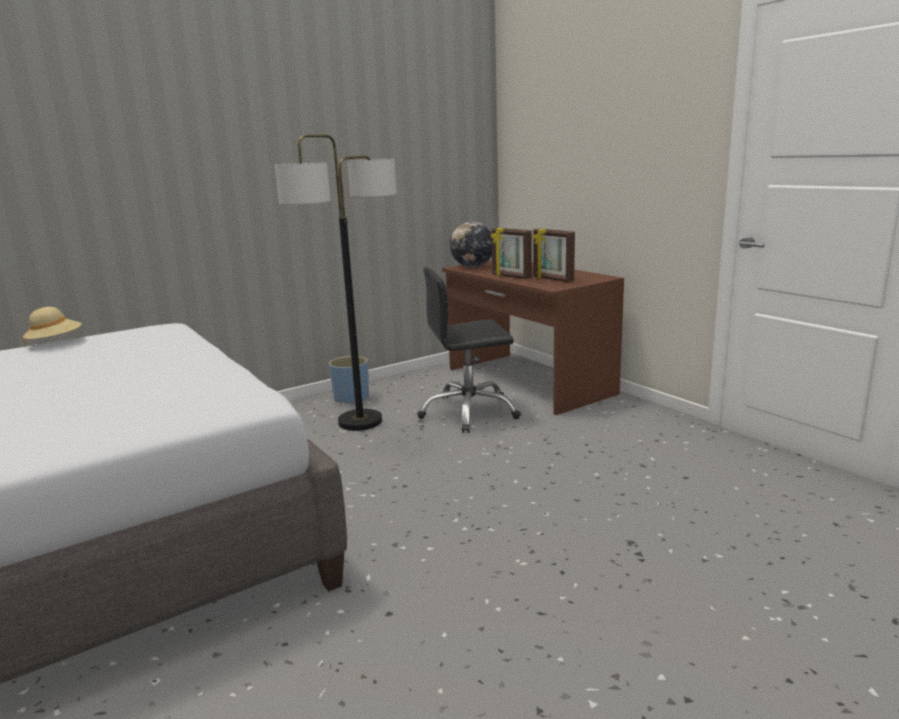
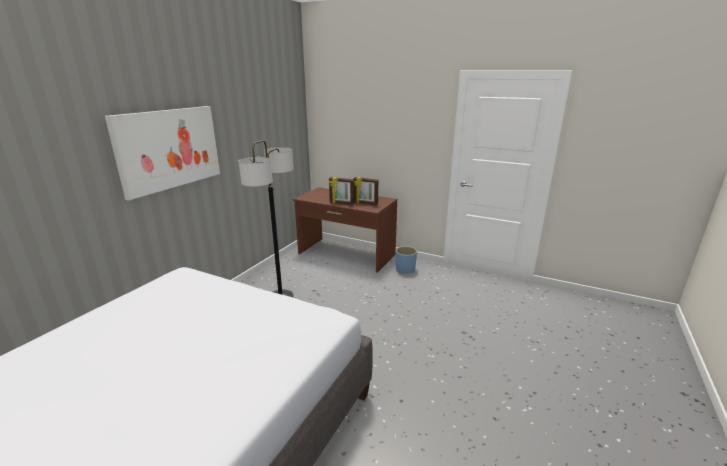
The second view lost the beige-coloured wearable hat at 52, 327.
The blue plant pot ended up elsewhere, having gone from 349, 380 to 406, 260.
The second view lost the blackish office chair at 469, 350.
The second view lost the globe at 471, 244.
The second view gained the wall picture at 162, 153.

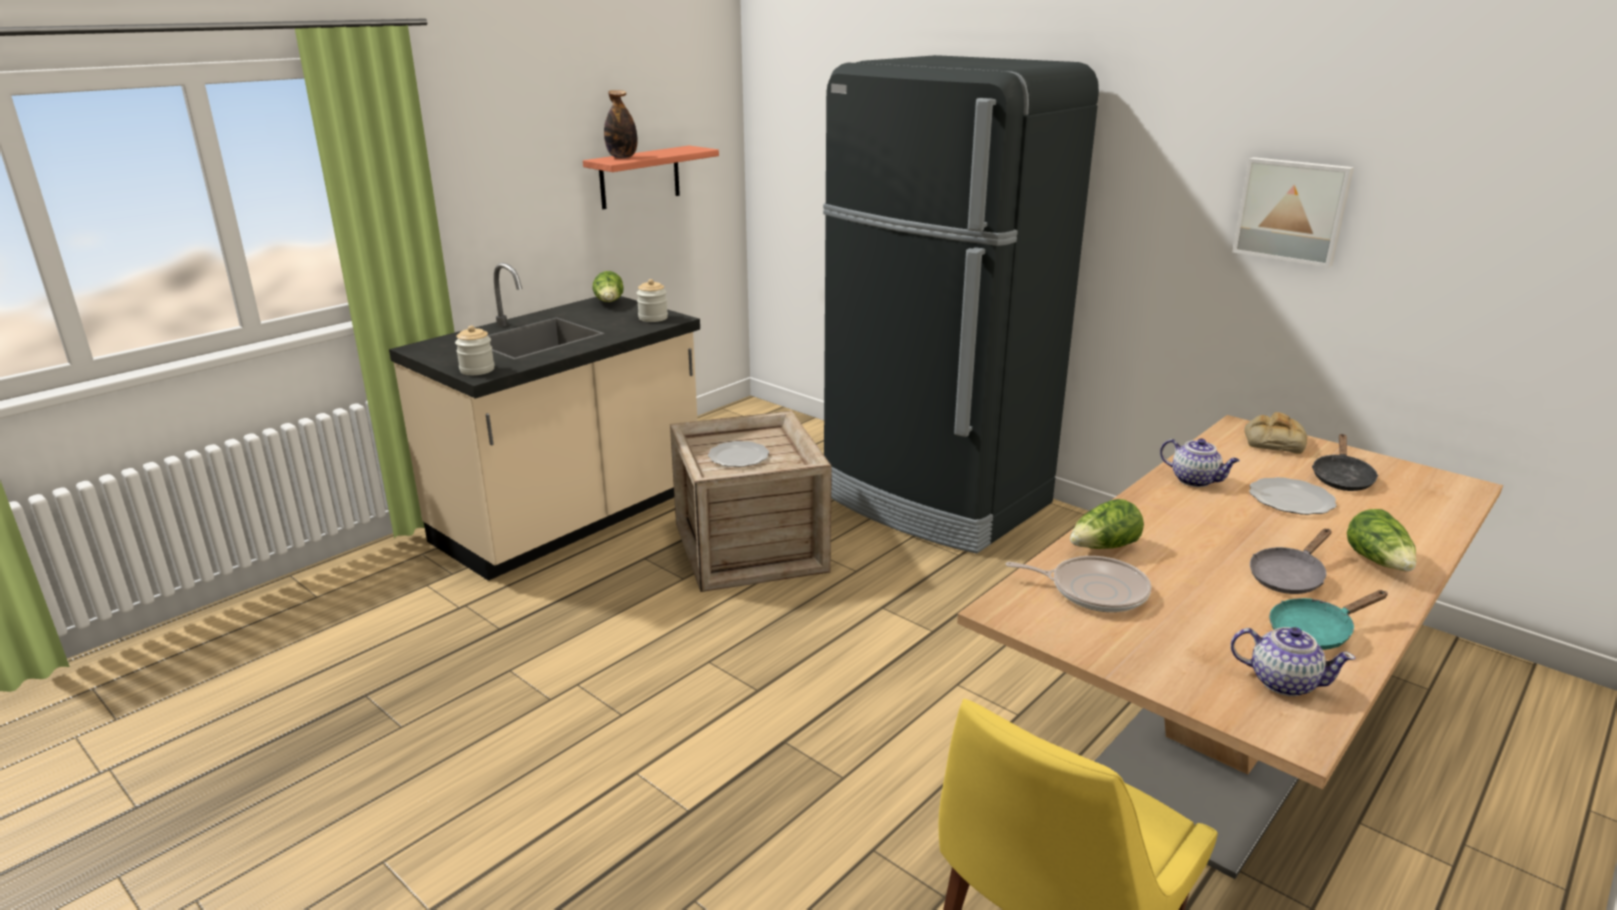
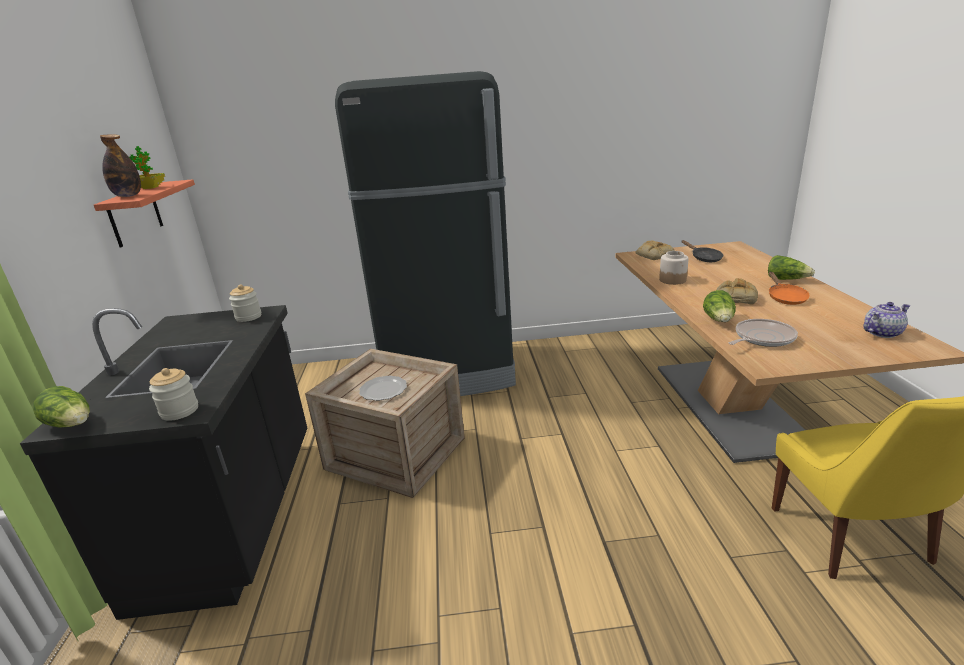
What was the beige-coloured kitchen counter at 544, 422 turned into the blackish kitchen counter at 163, 462.
The head of lettuce ended up elsewhere, having gone from 608, 286 to 61, 406.
Where the teapot stood at 1200, 462, the storage jar came to stand at 674, 268.
The second view lost the wall picture at 1293, 212.
The second view lost the dinner plate at 1293, 496.
What was the grey frying pan at 1290, 561 turned into the orangey frying pan at 789, 288.
The second view lost the blue-green frying pan at 1328, 620.
The second view gained the plant in a pot at 147, 167.
The second view gained the baked bread at 737, 291.

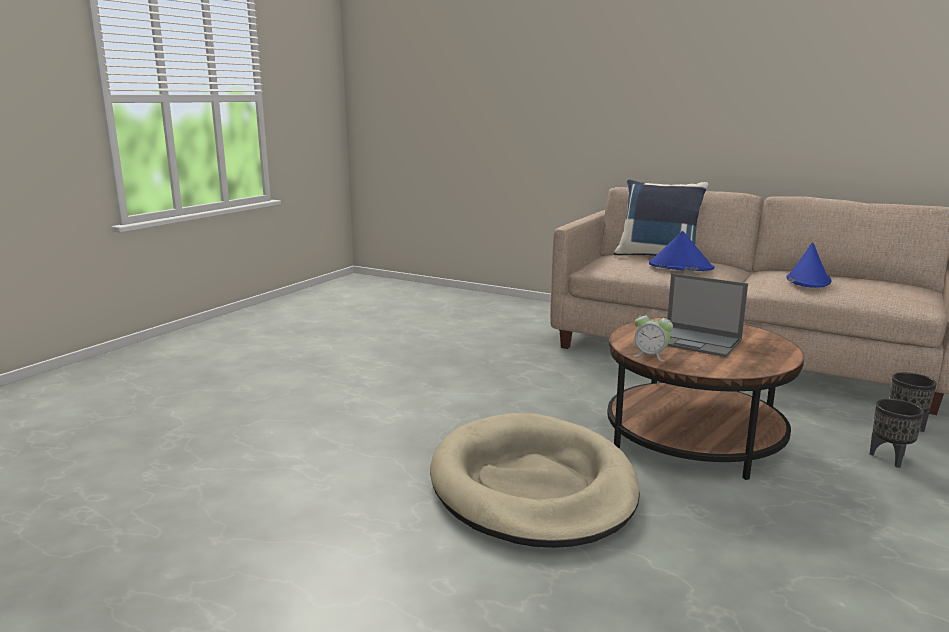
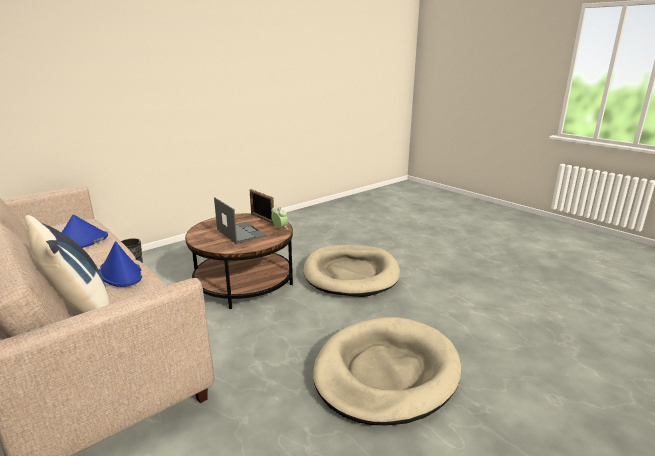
The second view lost the blackish plant pot at 897, 433.
The second view gained the picture frame at 262, 206.
The second view gained the beige-coloured dog cushion at 387, 371.

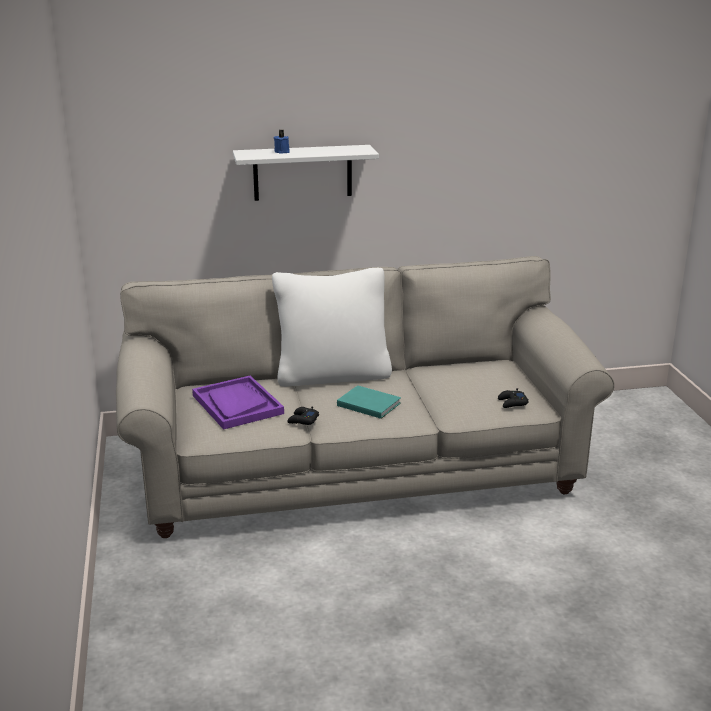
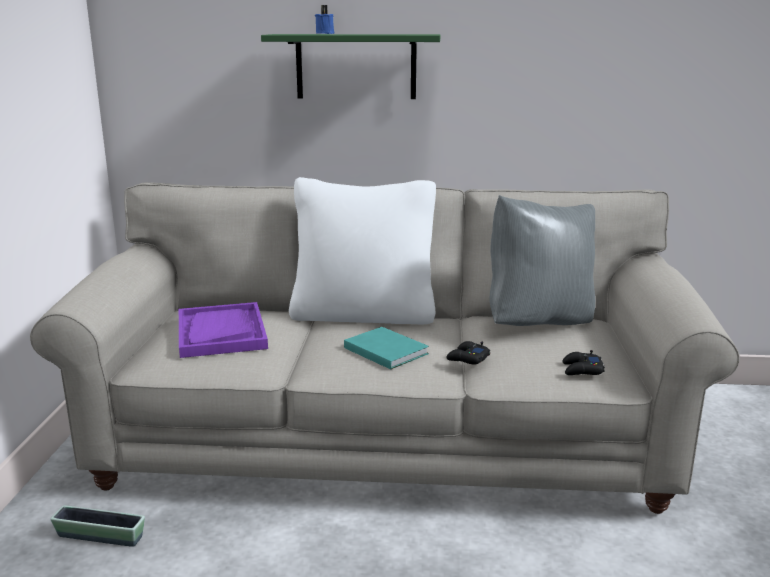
What was the whitish bracket shelf at 306, 173 turned into the greenish bracket shelf at 350, 66.
The blackish game controller ended up elsewhere, having gone from 303, 415 to 468, 353.
The second view gained the plant pot at 97, 526.
The second view gained the grey throw pillow at 542, 260.

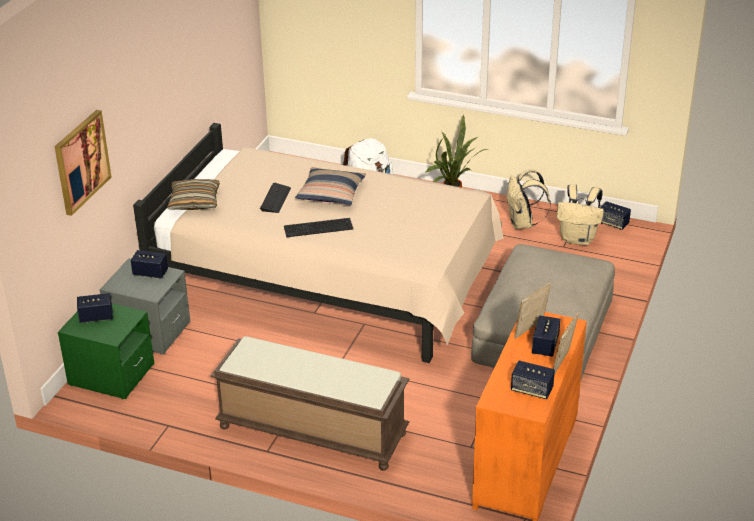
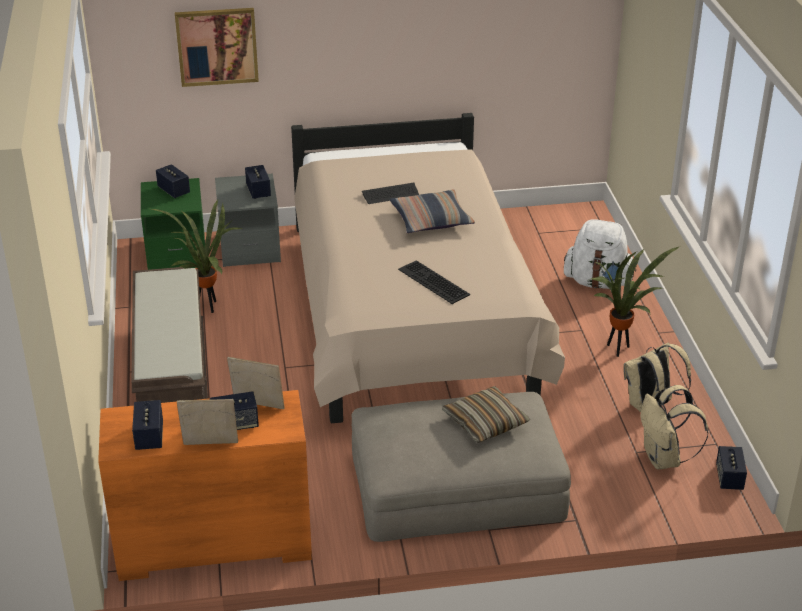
The throw pillow ended up elsewhere, having gone from 193, 194 to 486, 414.
The PC keyboard ended up elsewhere, having gone from 318, 227 to 434, 282.
The second view gained the plant in a pot at 196, 256.

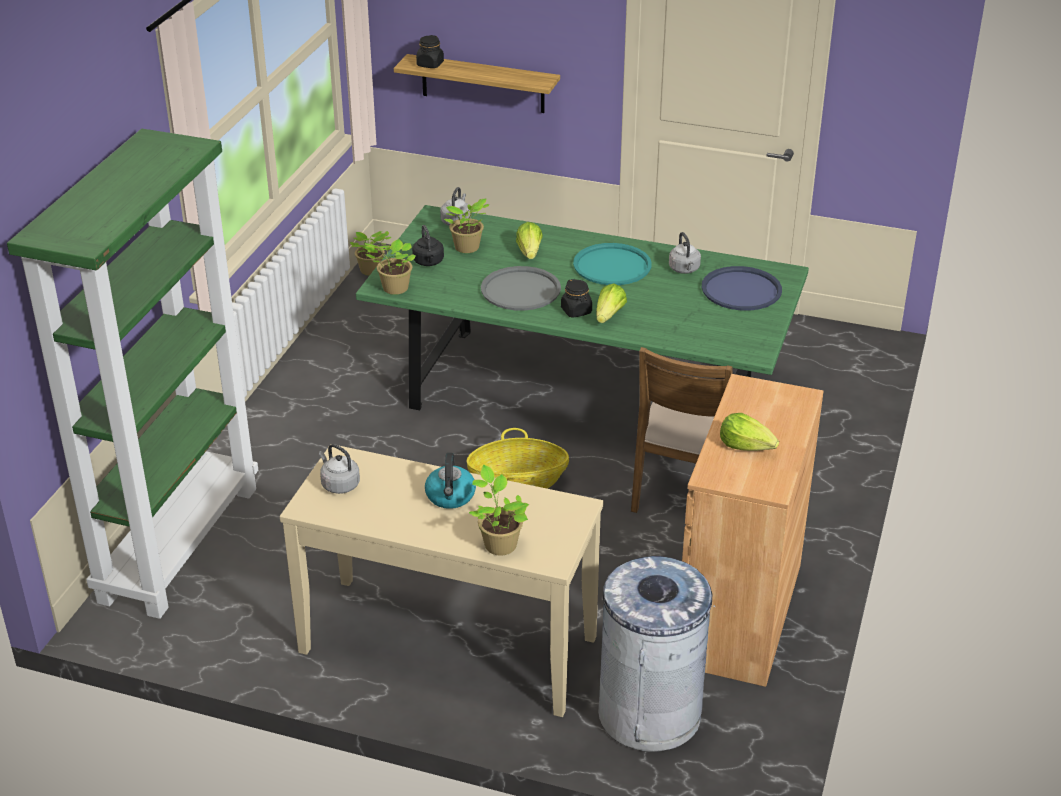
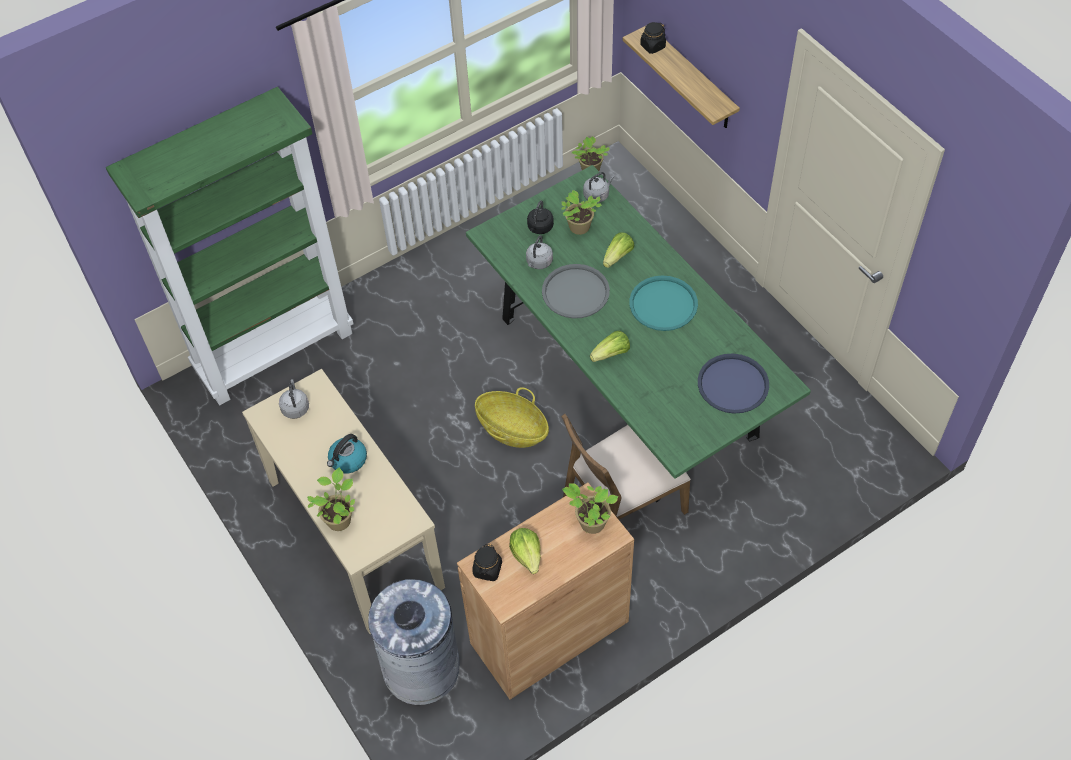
The plant in a pot ended up elsewhere, having gone from 389, 267 to 590, 508.
The blackish storage jar ended up elsewhere, having gone from 576, 298 to 487, 562.
The grey water kettle ended up elsewhere, having gone from 685, 253 to 539, 252.

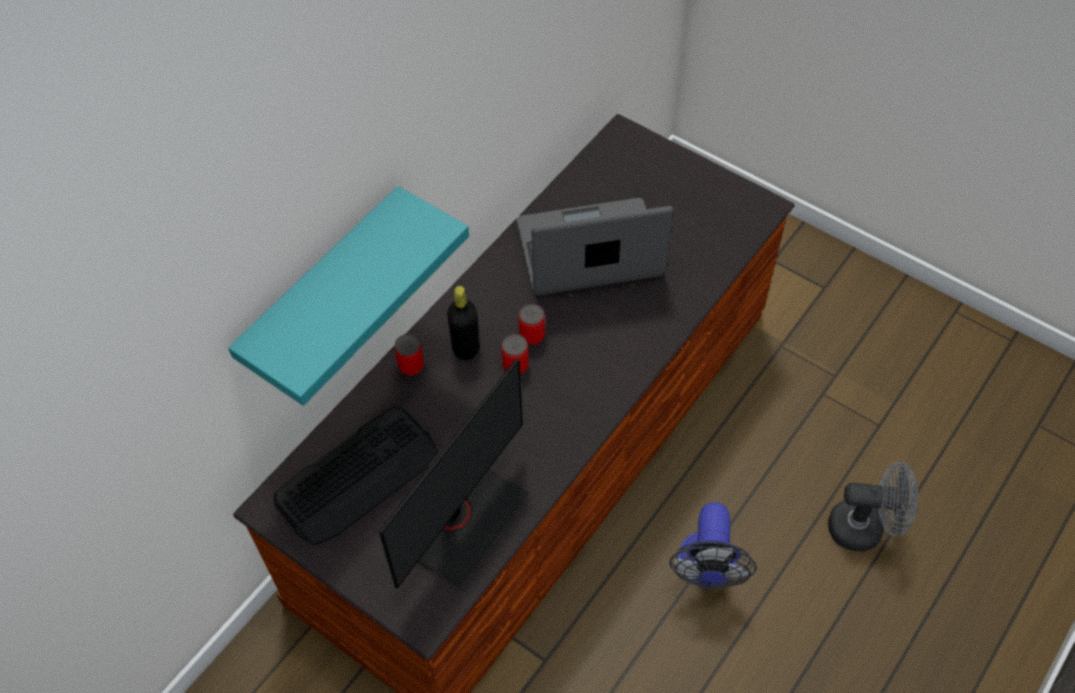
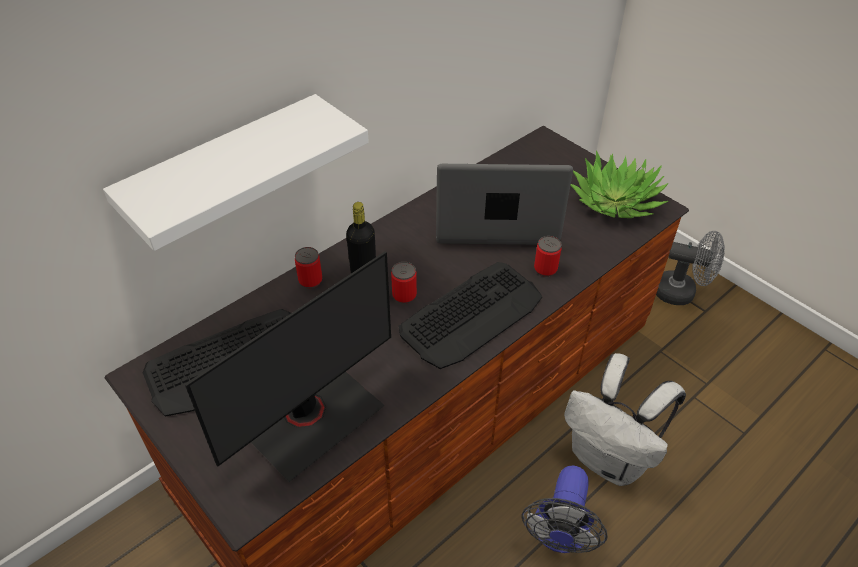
What was the blue-green bracket shelf at 348, 296 turned into the whitish bracket shelf at 236, 172.
The metal can ended up elsewhere, having gone from 532, 324 to 548, 256.
The grey fan ended up elsewhere, having gone from 873, 506 to 690, 268.
The second view gained the PC keyboard at 470, 315.
The second view gained the whitish backpack at 625, 419.
The second view gained the plant in a pot at 619, 184.

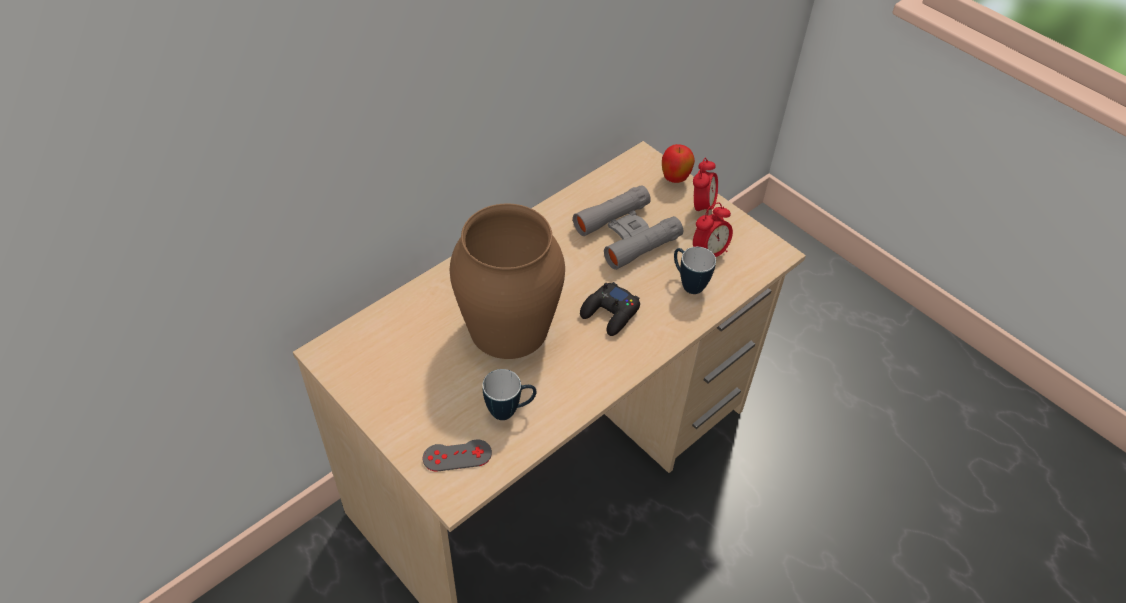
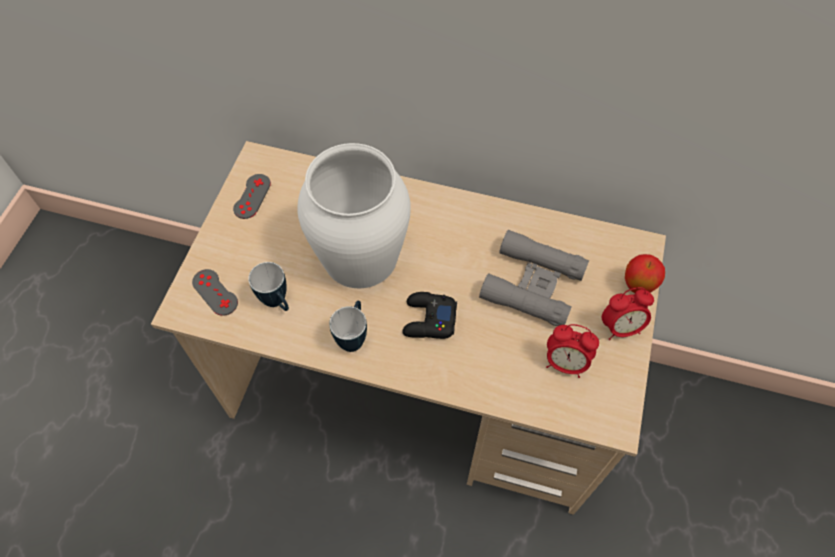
What was the brown decorative vase at 507, 281 turned into the whitish decorative vase at 354, 215.
The mug ended up elsewhere, having gone from 695, 270 to 348, 326.
The second view gained the grey game controller at 252, 196.

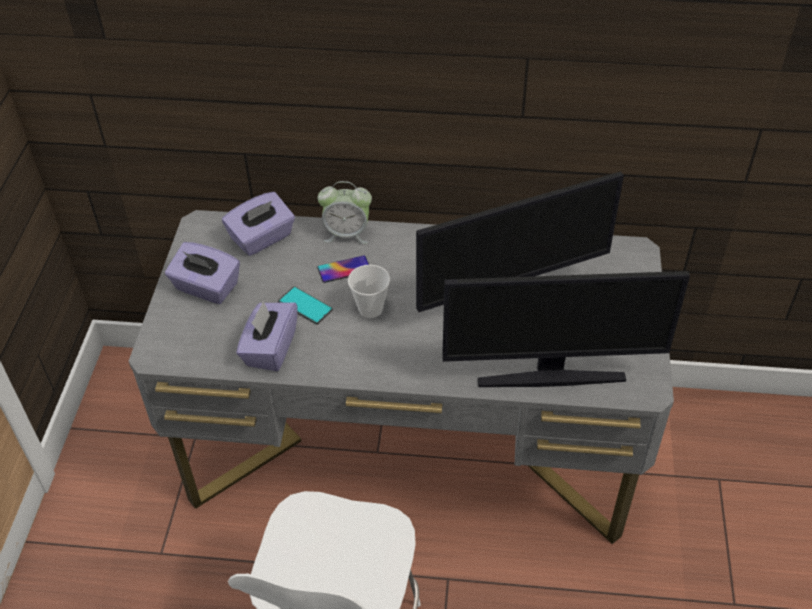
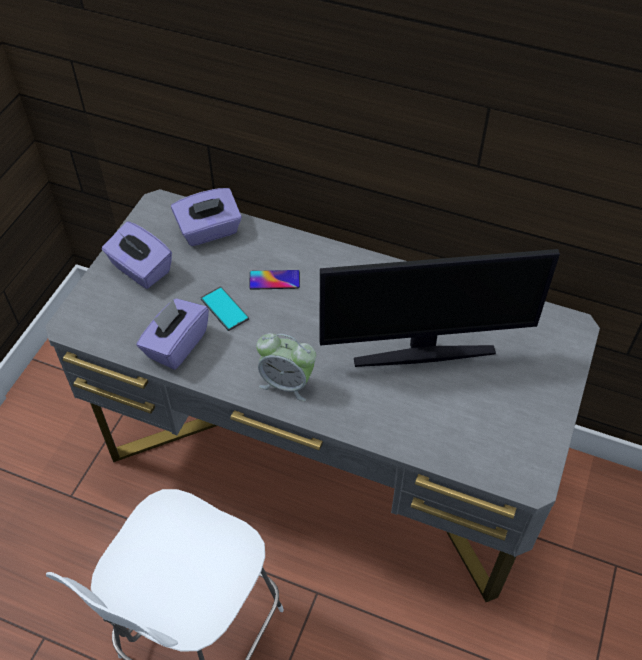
The table clock ended up elsewhere, having gone from 345, 212 to 286, 367.
The second view lost the cup at 369, 291.
The second view lost the monitor at 566, 329.

